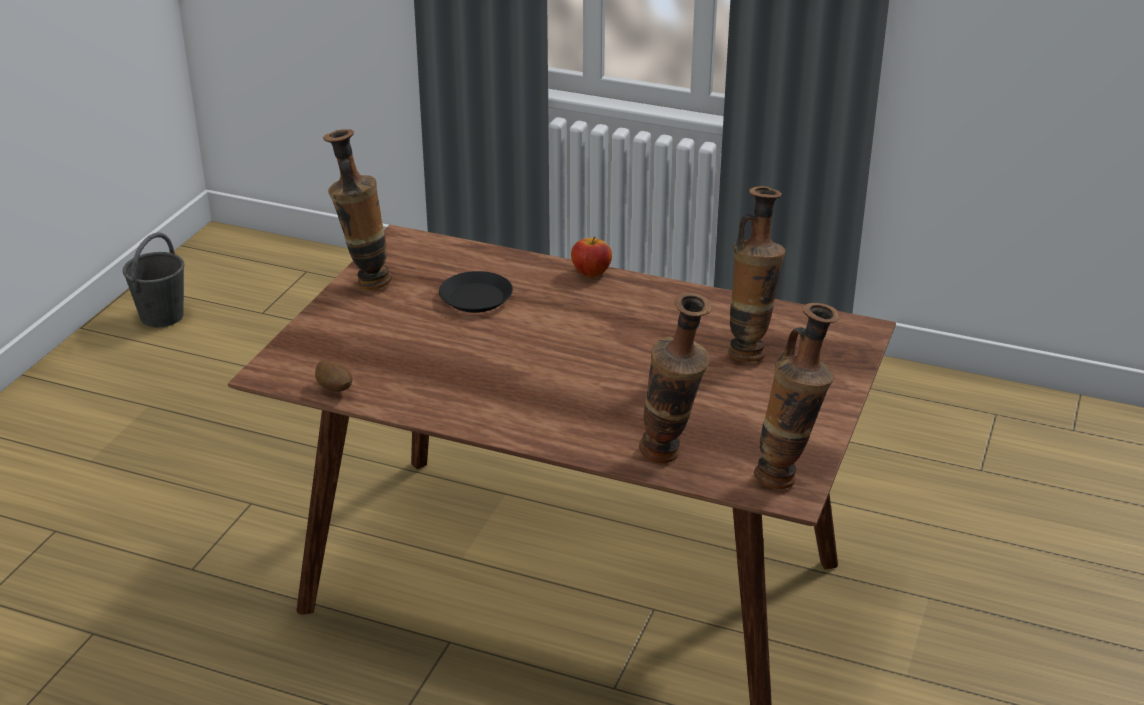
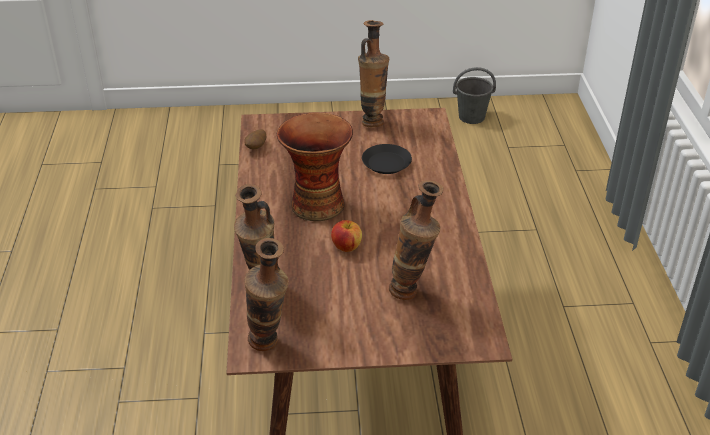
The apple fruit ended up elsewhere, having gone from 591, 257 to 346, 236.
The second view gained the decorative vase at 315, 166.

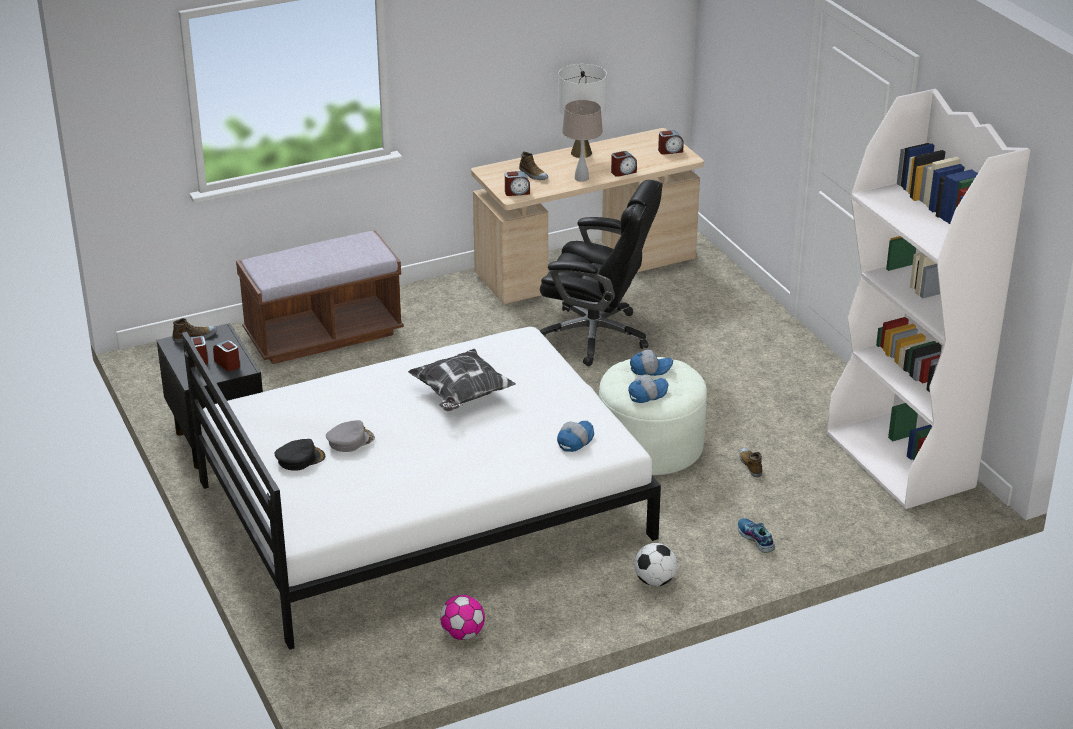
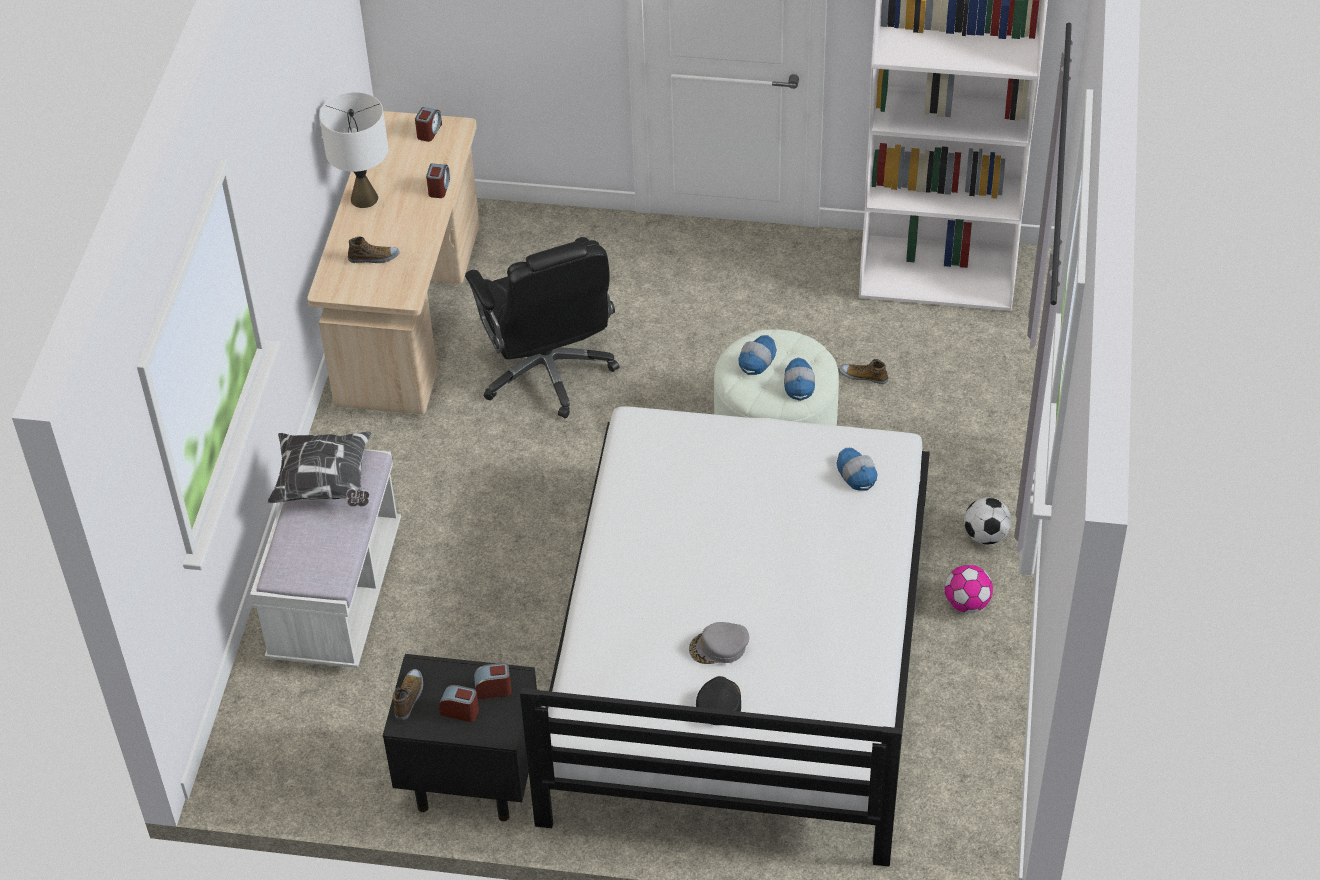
What was the brown long seat at 320, 297 turned into the whitish long seat at 325, 558.
The grey cap at 350, 436 ended up facing another way, 105 degrees counterclockwise from before.
The throw pillow ended up elsewhere, having gone from 462, 380 to 319, 469.
The football ball ended up elsewhere, having gone from 462, 617 to 969, 589.
The second view lost the table clock at 517, 183.
The blackish office chair at 601, 273 ended up facing another way, 105 degrees clockwise from before.
The second view lost the beige-coloured tabletop lamp at 582, 141.
The second view lost the item of footwear at 756, 535.

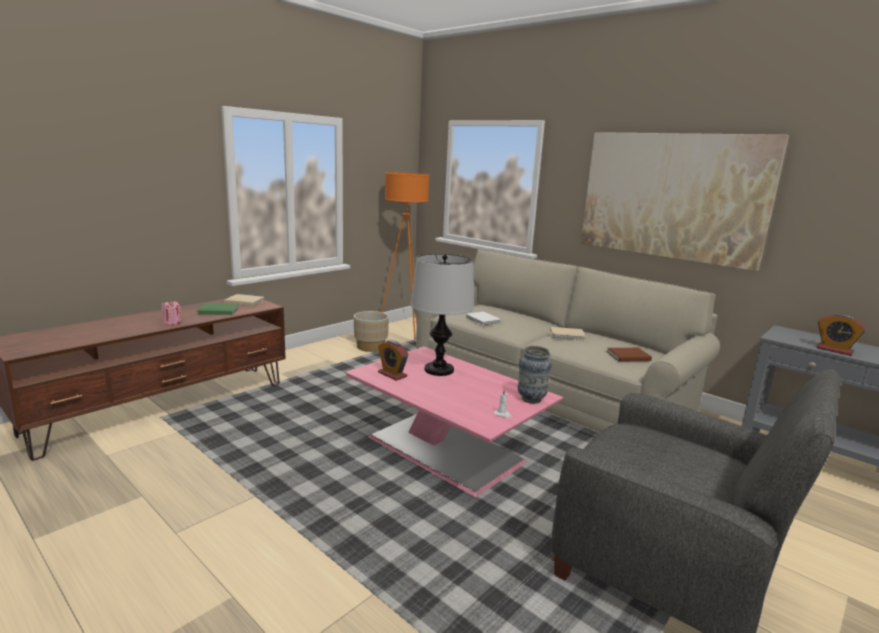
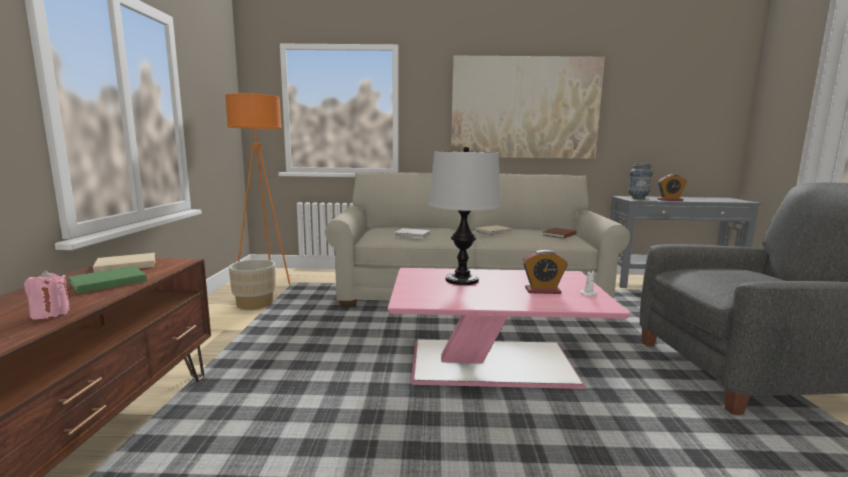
The table clock ended up elsewhere, having gone from 393, 360 to 545, 272.
The decorative vase ended up elsewhere, having gone from 535, 375 to 641, 181.

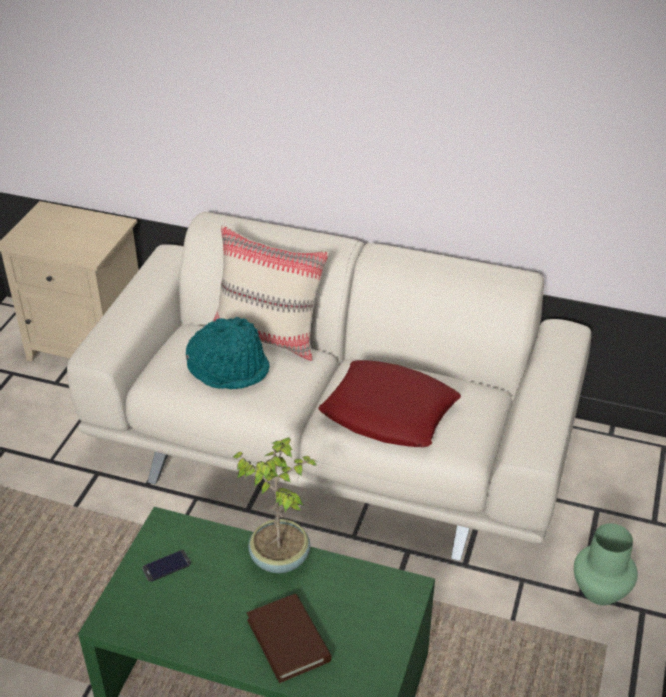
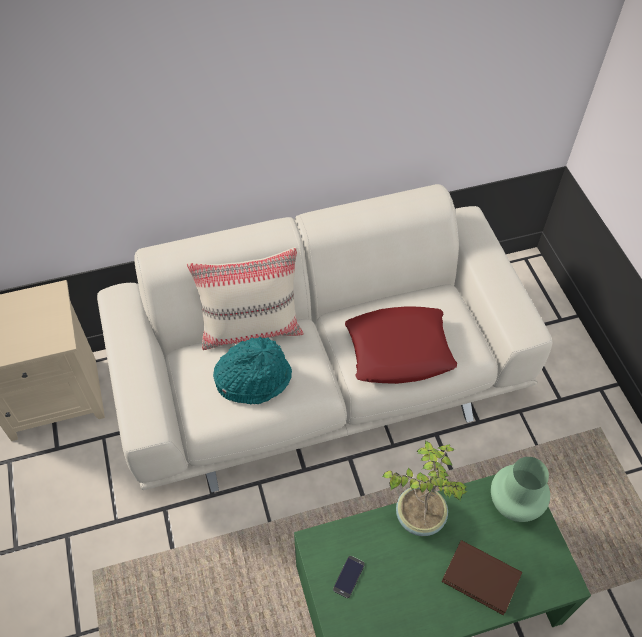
The greenish decorative vase ended up elsewhere, having gone from 606, 564 to 520, 489.

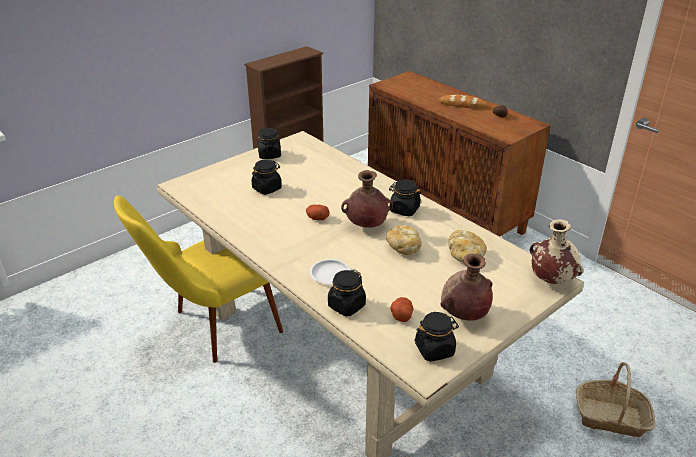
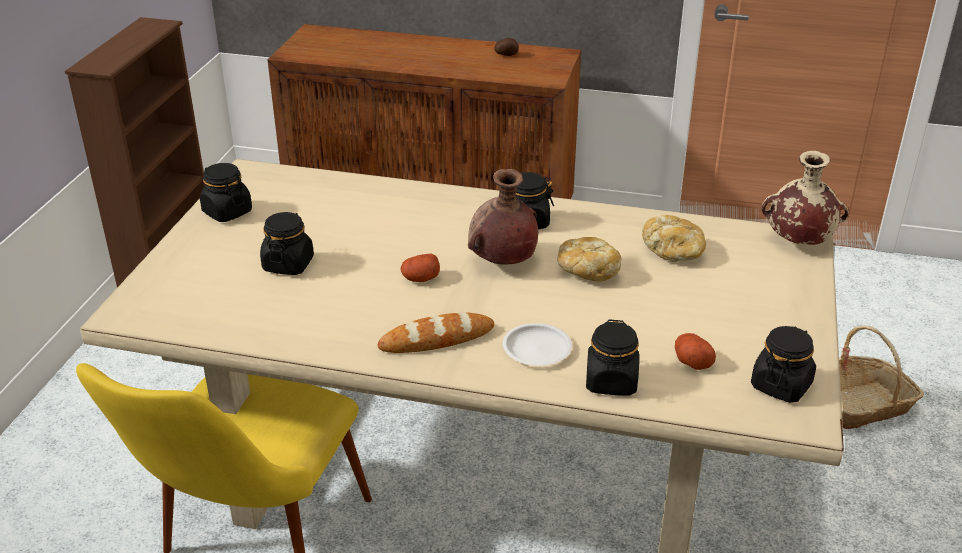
The baked bread ended up elsewhere, having gone from 463, 102 to 435, 332.
The second view lost the brown decorative vase at 466, 287.

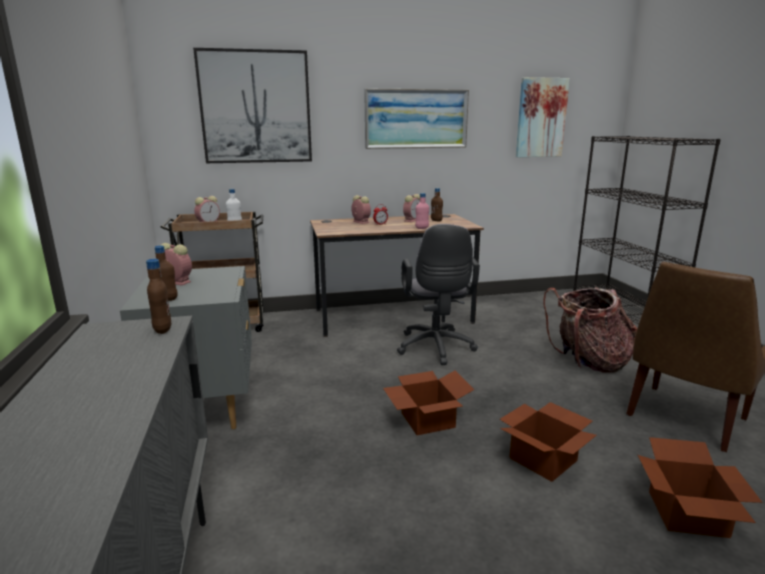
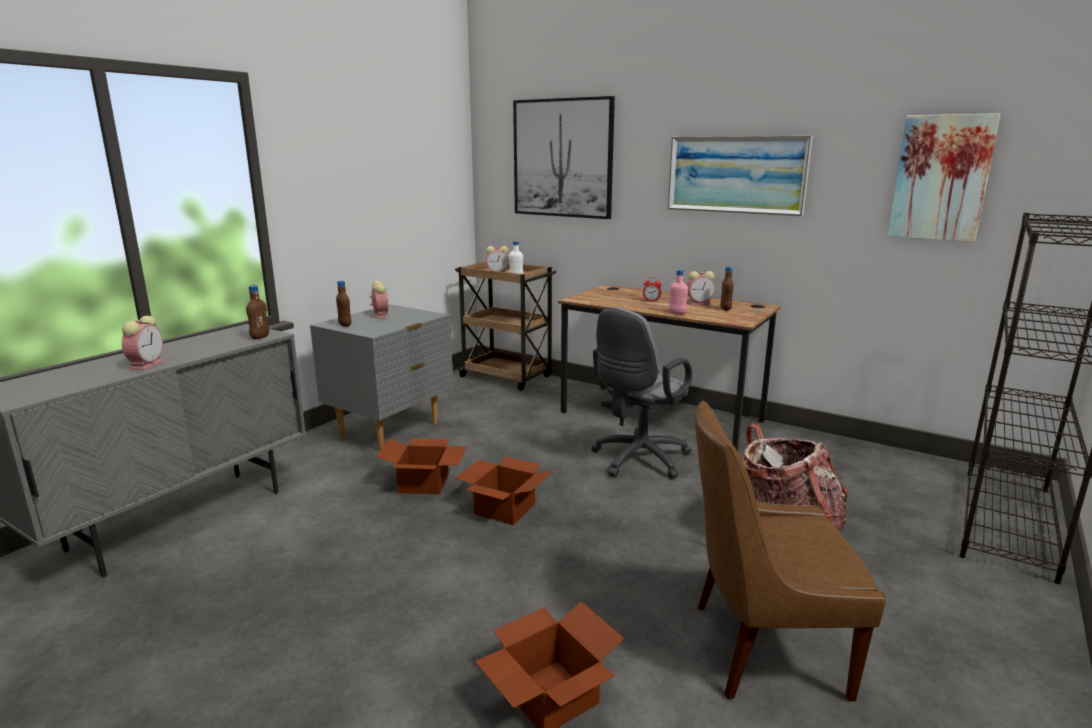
The table clock ended up elsewhere, having gone from 361, 209 to 142, 343.
The carton ended up elsewhere, having gone from 548, 442 to 421, 466.

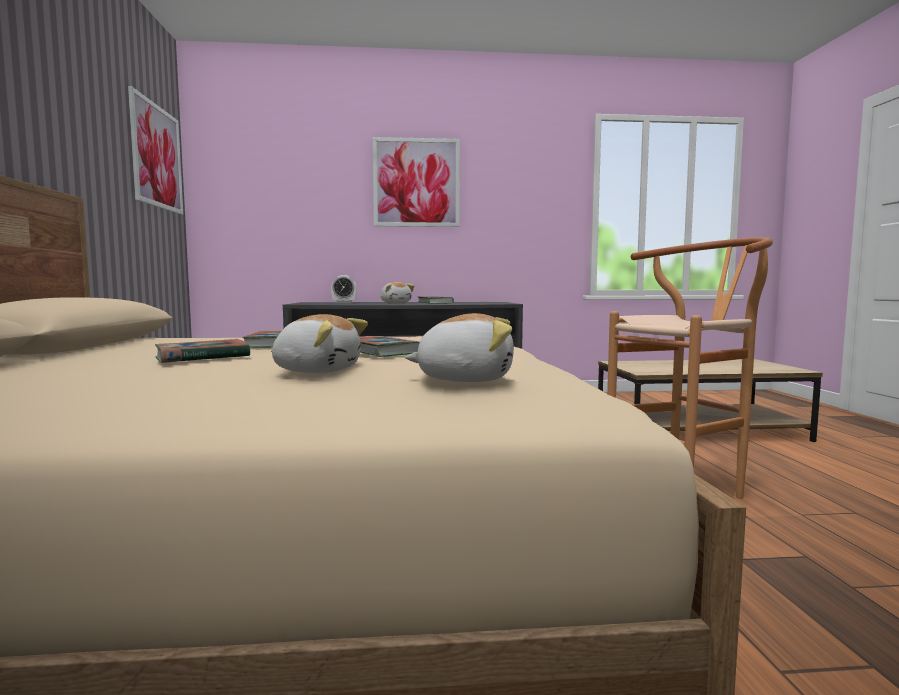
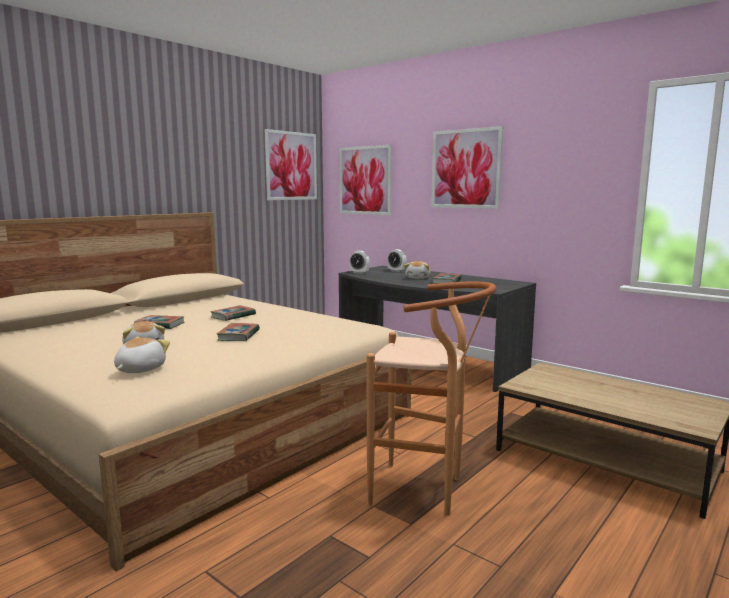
The soft toy at 459, 347 ended up facing another way, 120 degrees counterclockwise from before.
The second view gained the wall picture at 365, 180.
The second view gained the table clock at 359, 262.

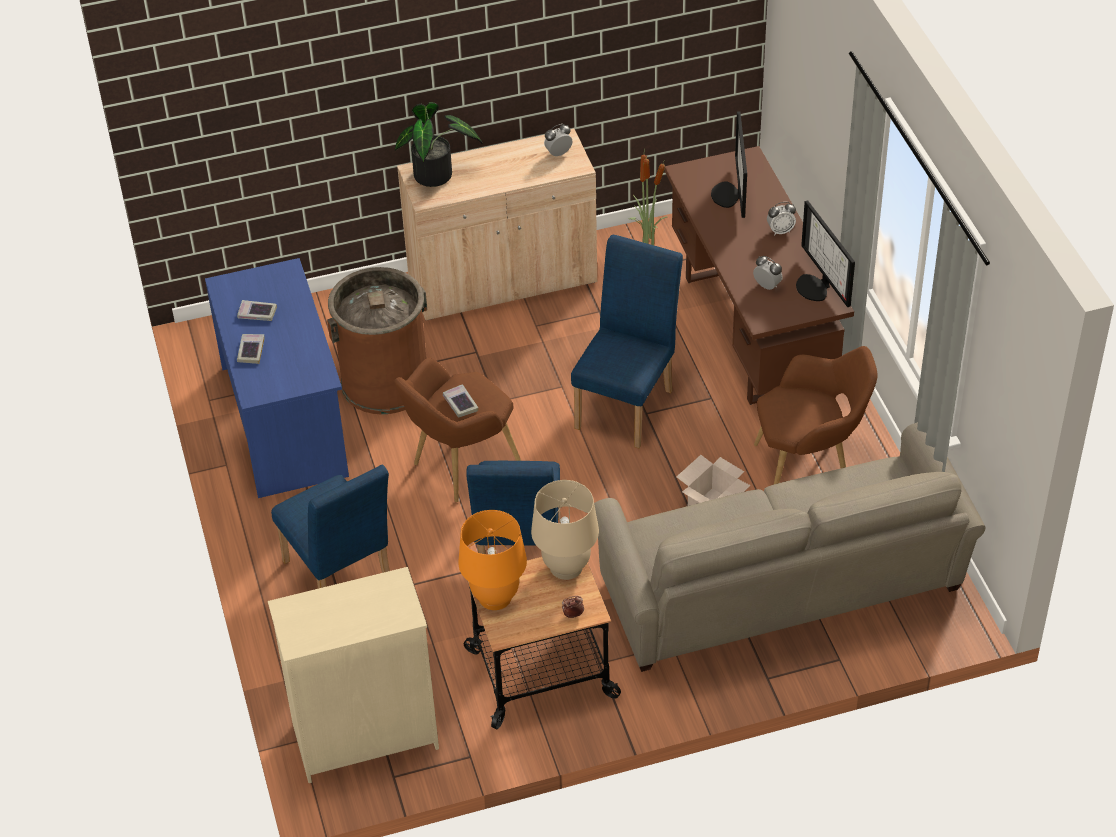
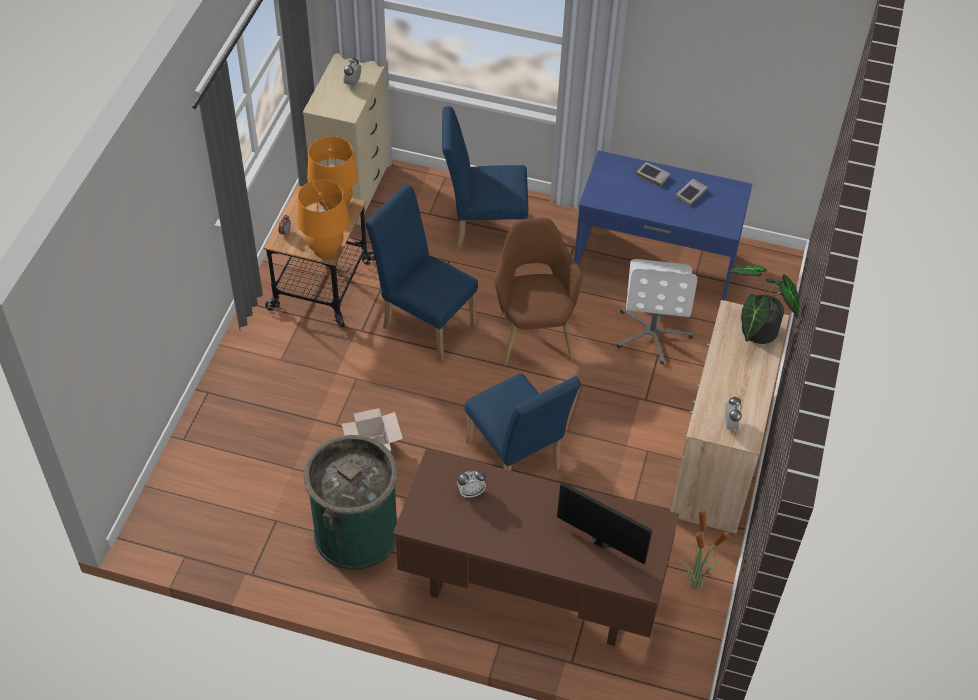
Where the brown rubbish bin stood at 377, 341, the whitish office chair came to stand at 657, 311.
The second view lost the book at 460, 400.
What was the beige-coloured tabletop lamp at 565, 530 turned into the orangey tabletop lamp at 323, 218.
The second view lost the beige-coloured sofa at 790, 547.
Where the brown easy chair stood at 815, 415, the greenish rubbish bin came to stand at 351, 502.
The table clock ended up elsewhere, having gone from 781, 219 to 352, 72.
The second view lost the monitor at 825, 253.

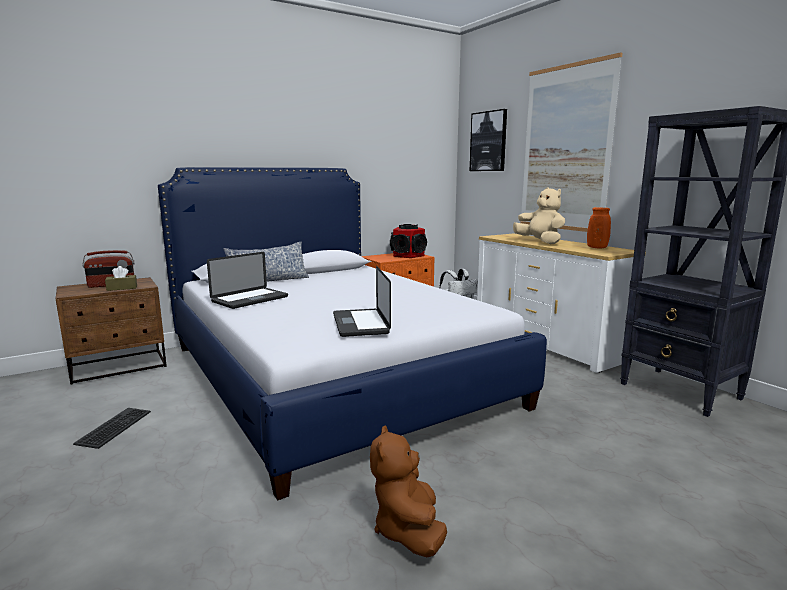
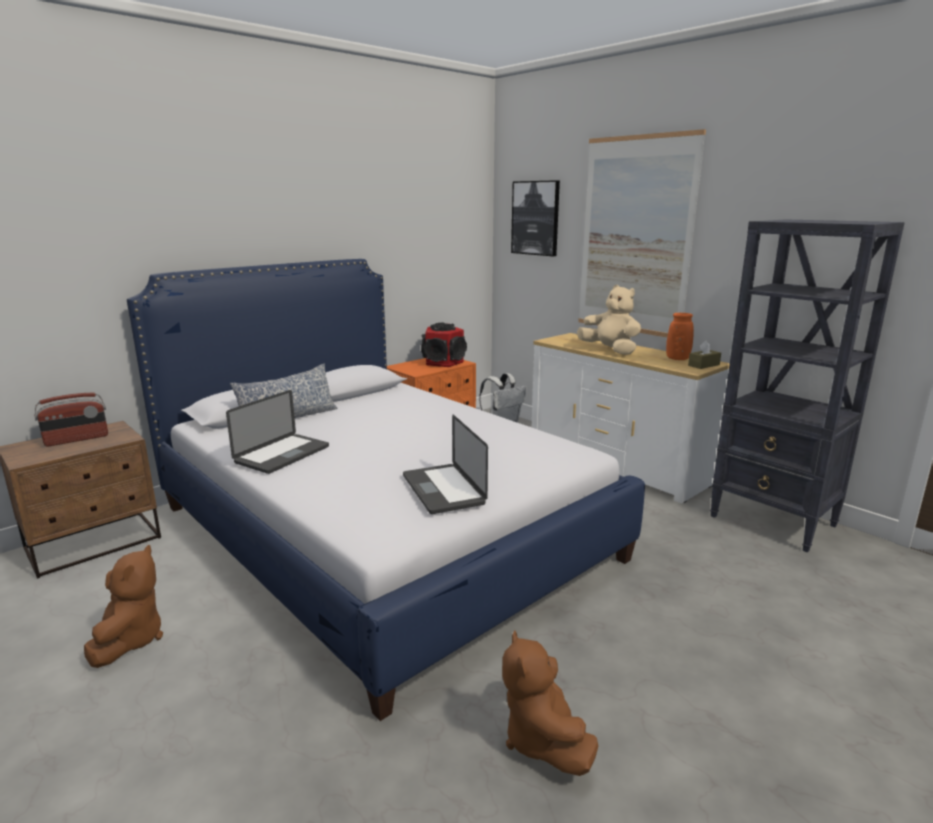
Where the PC keyboard stood at 112, 428, the brown soft toy came to stand at 123, 606.
The brown box of tissues ended up elsewhere, having gone from 121, 278 to 704, 354.

